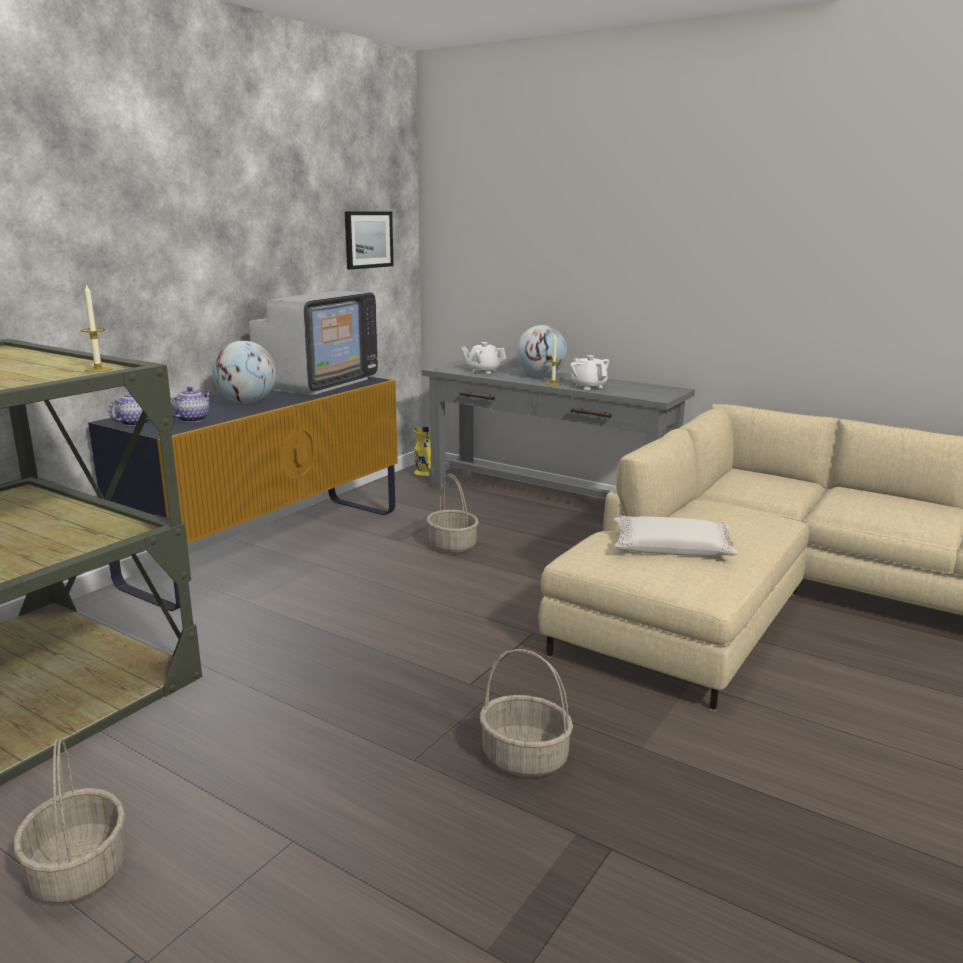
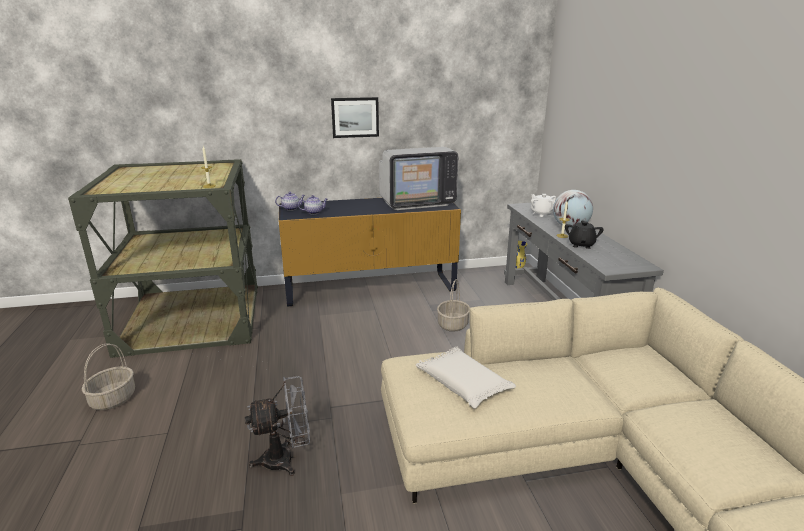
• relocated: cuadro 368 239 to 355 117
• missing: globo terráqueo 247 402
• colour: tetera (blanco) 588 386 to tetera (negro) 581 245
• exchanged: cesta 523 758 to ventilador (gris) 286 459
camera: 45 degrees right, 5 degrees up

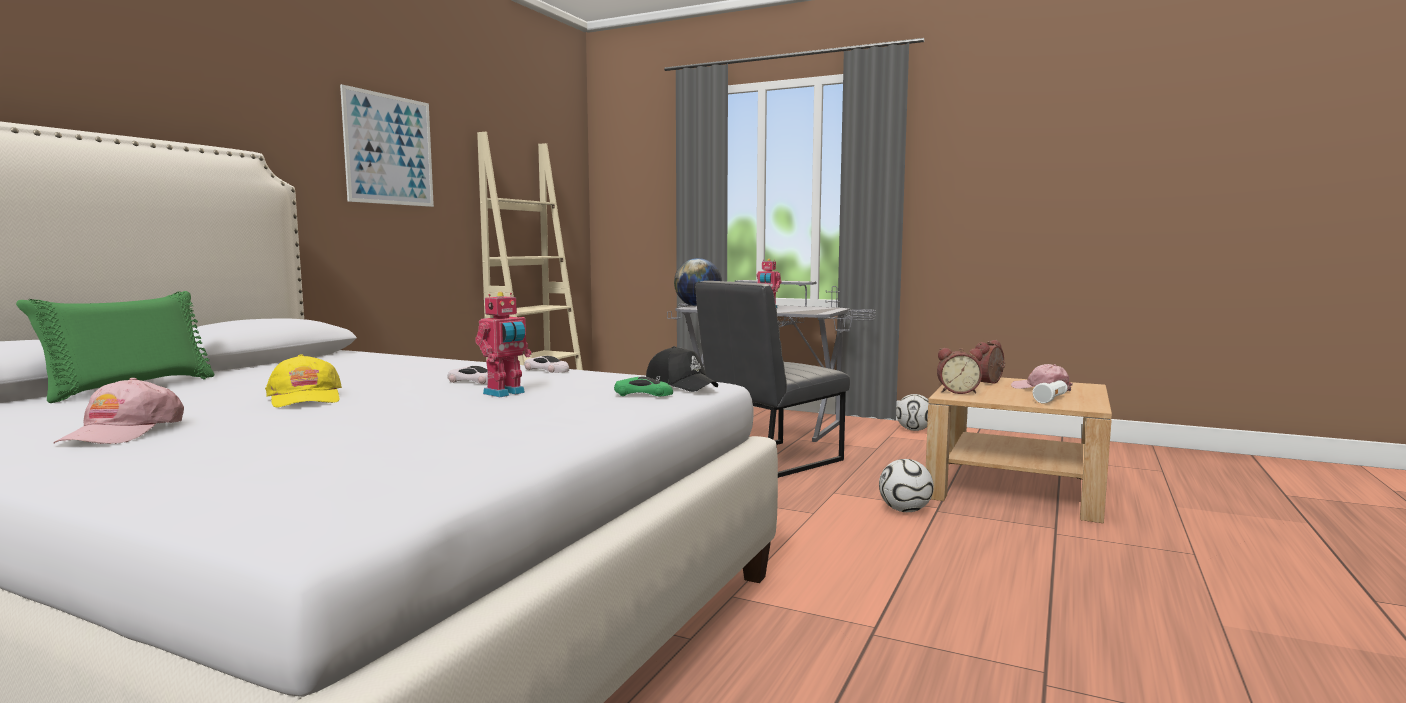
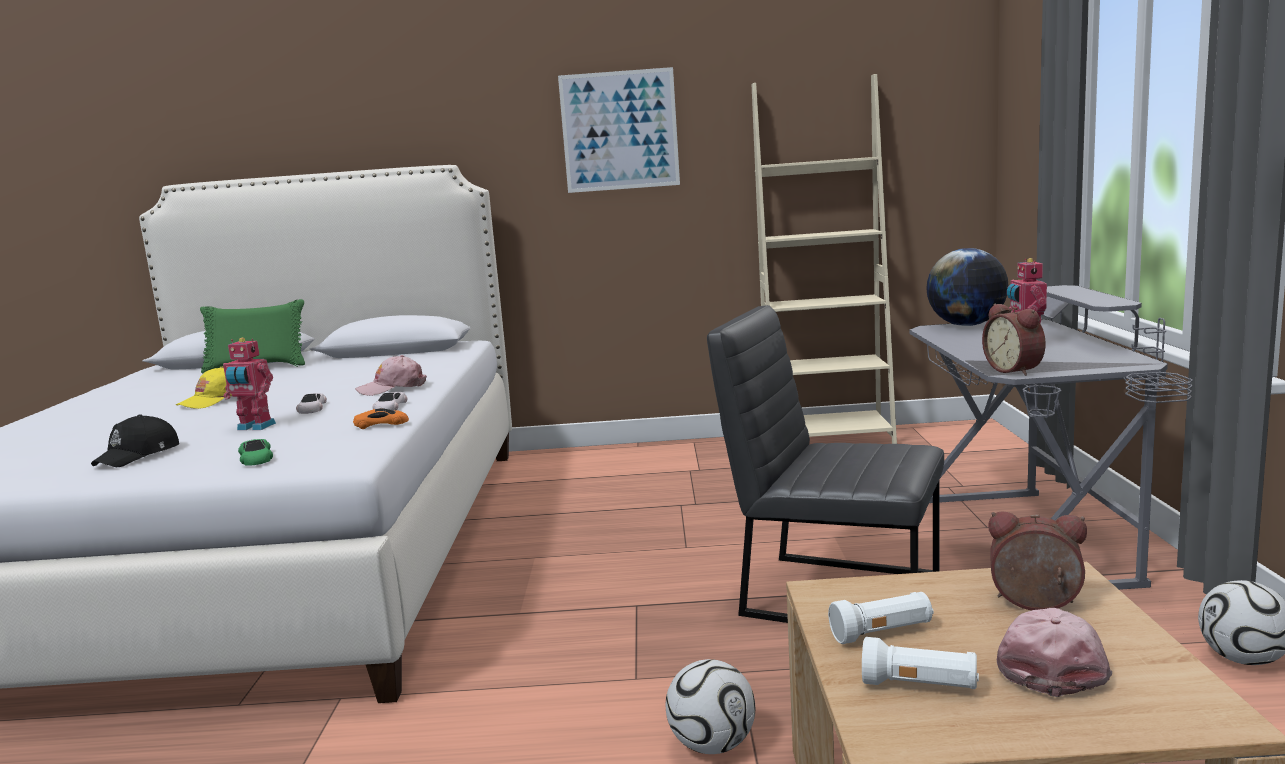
• relocated: gorra (negro) 681 385 to 139 455
• relocated: despertador 957 392 to 1015 370
• relocated: gorra (rosa) 122 432 to 392 388
• appeared: coche de juguete (naranja) 381 424
• appeared: linterna (blanco) 882 633
camera: 65 degrees right, 5 degrees up

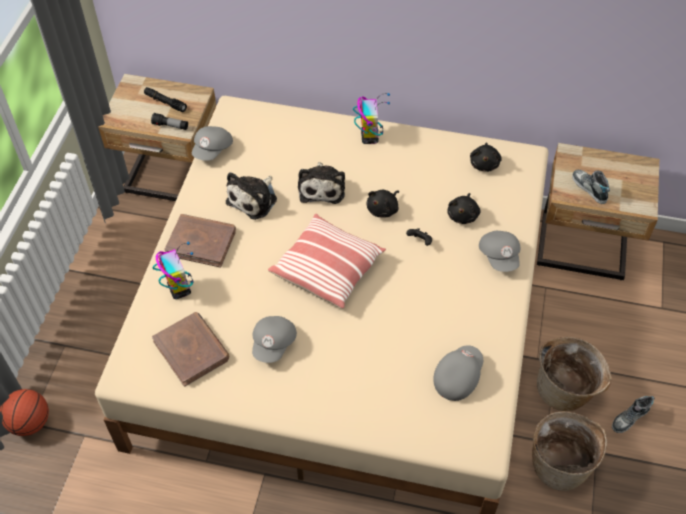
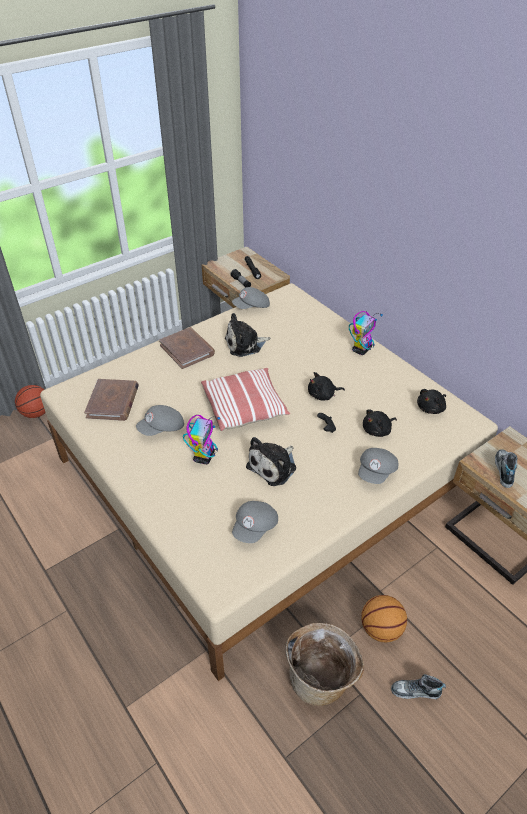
• relocated: peluche 322 187 to 274 466
• relocated: robot de juguete 179 289 to 204 456
• exchanged: cesta 566 389 to balón de baloncesto 381 629
• spun: gorra (gris) 457 377 = 255 528 135 degrees clockwise
camera: 40 degrees right, 10 degrees down

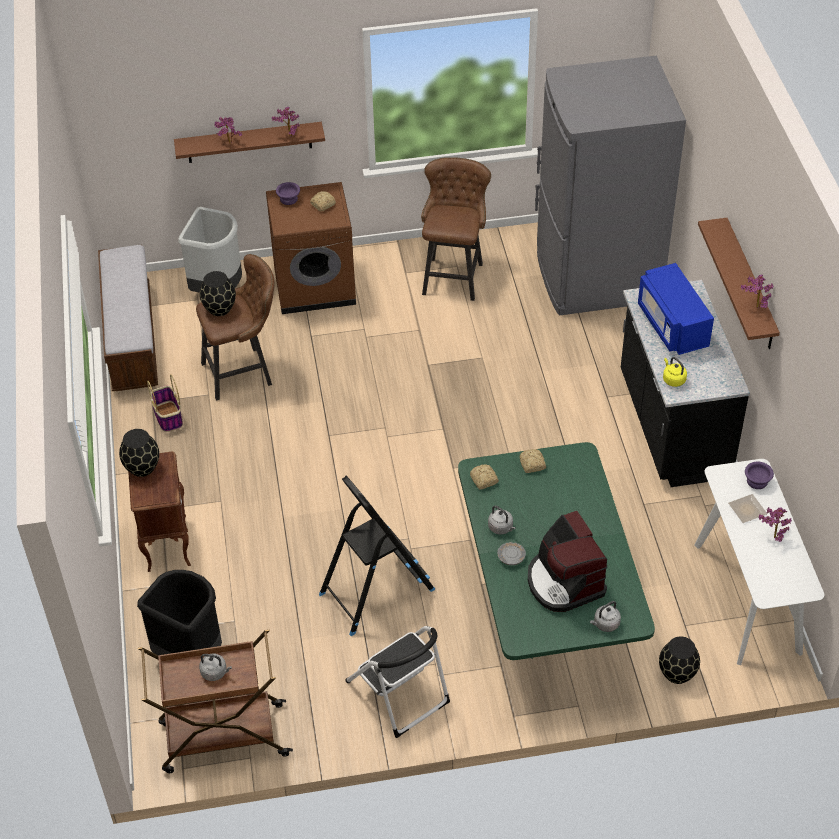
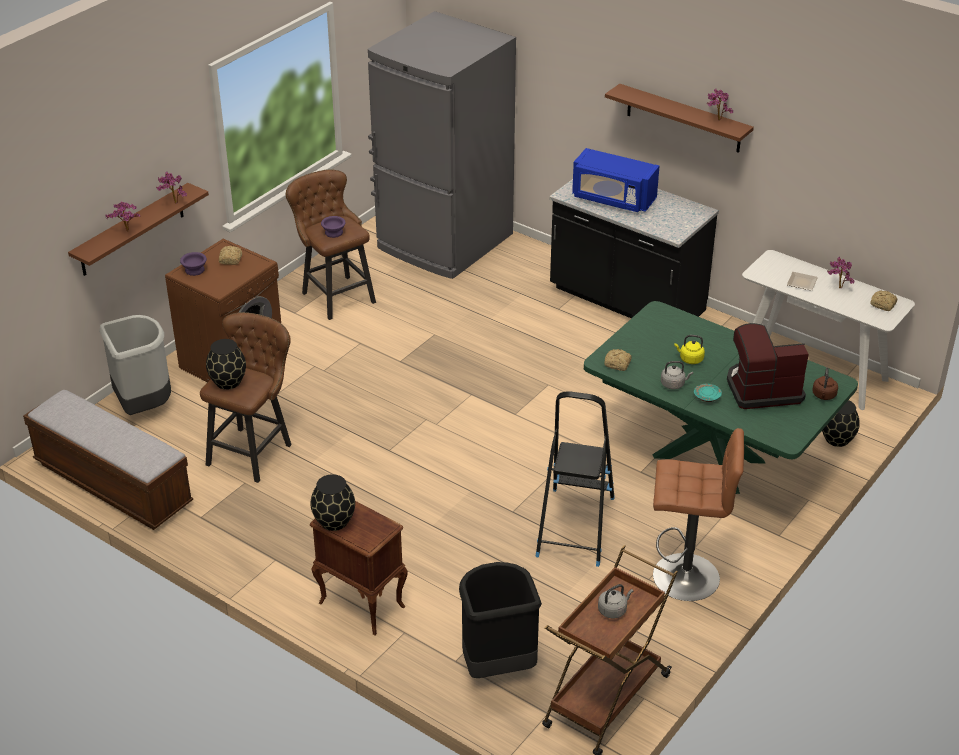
• relocated: hervidor (amarillo) 673 379 to 690 359
• missing: cesta 168 416
• relocated: pan 532 465 to 883 305
• relocated: cuenco (morado) 758 481 to 334 232
• spun: cafetera 564 582 = 762 389 150 degrees clockwise
• colour: plato (gris) 511 557 to plato (turquesa) 707 397
• colour: hervidor (gris) 605 624 to hervidor (marrón) 824 396
• exchanged: escalera de tijera 399 694 to taburete (marrón) 687 577
camera: 45 degrees left, 10 degrees down

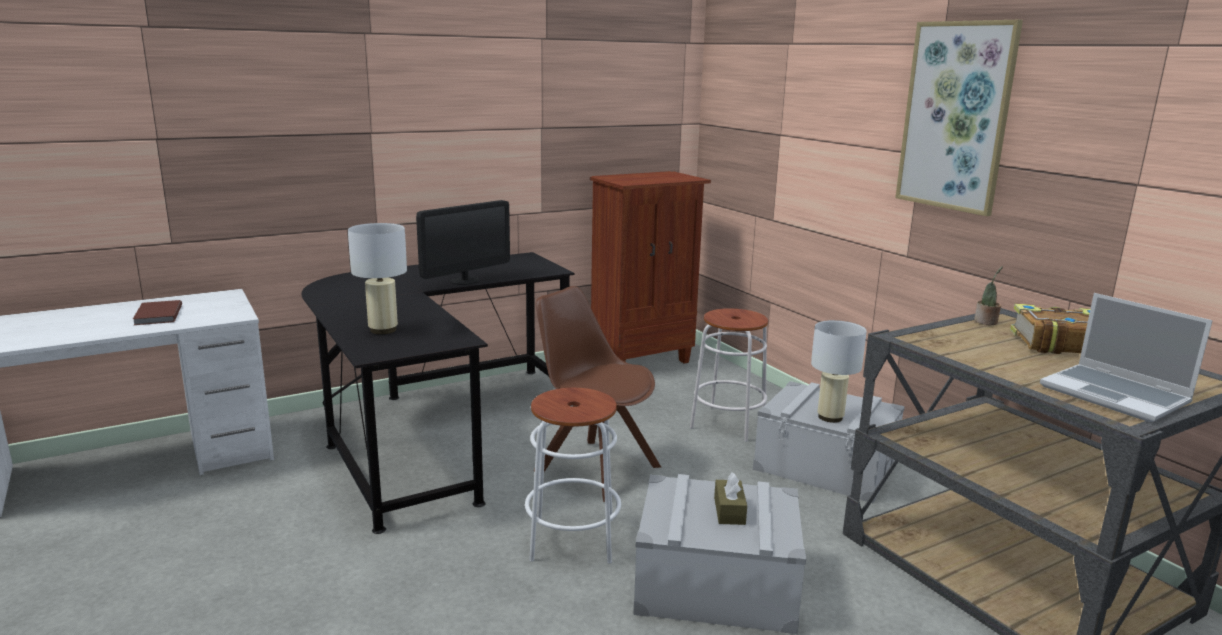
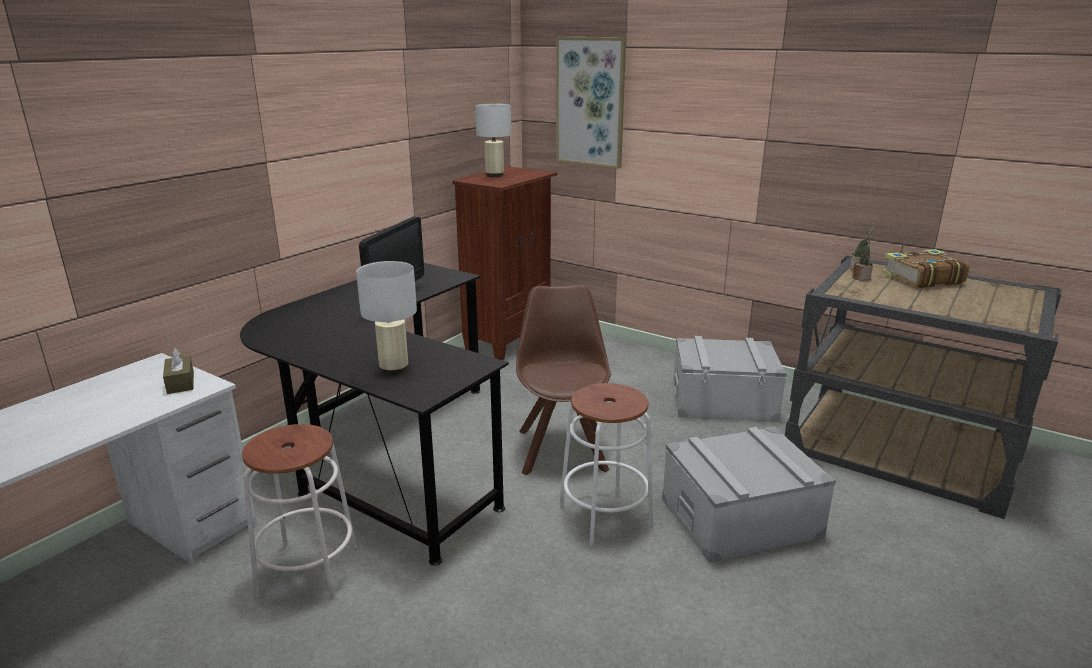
• relocated: cuadro 956 116 to 590 102
• spun: silla (marrón) 595 468 = 562 448 75 degrees clockwise
• missing: portátil 1116 395
• missing: libro (marrón) 157 315
• relocated: taburete (blanco) 728 423 to 308 570
• relocated: lámpara de mesa (blanco) 829 417 to 494 175
• relocated: caja de pañuelos (marrón) 729 511 to 180 382
• appeared: planta en maceta 861 277
camera: 25 degrees left, 5 degrees up

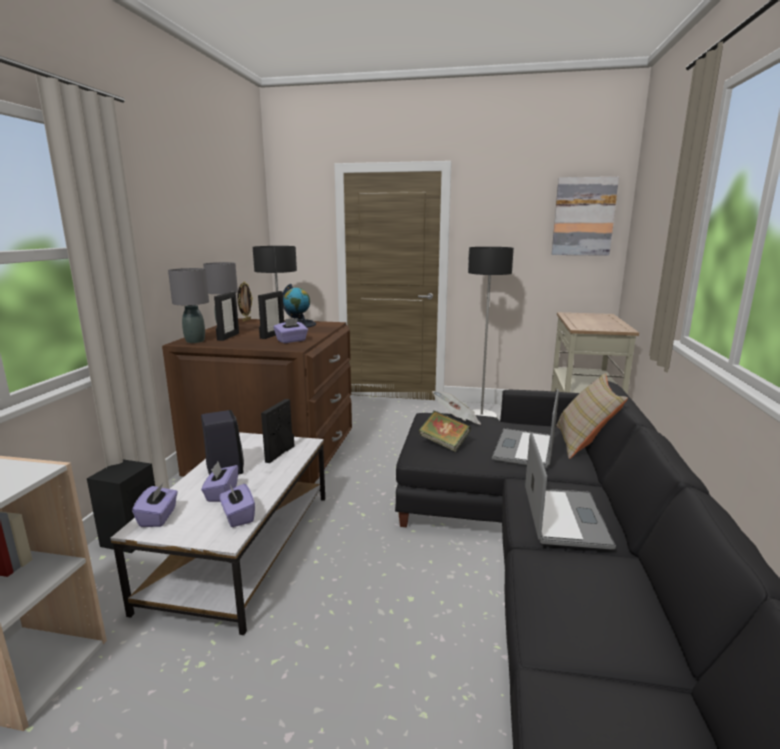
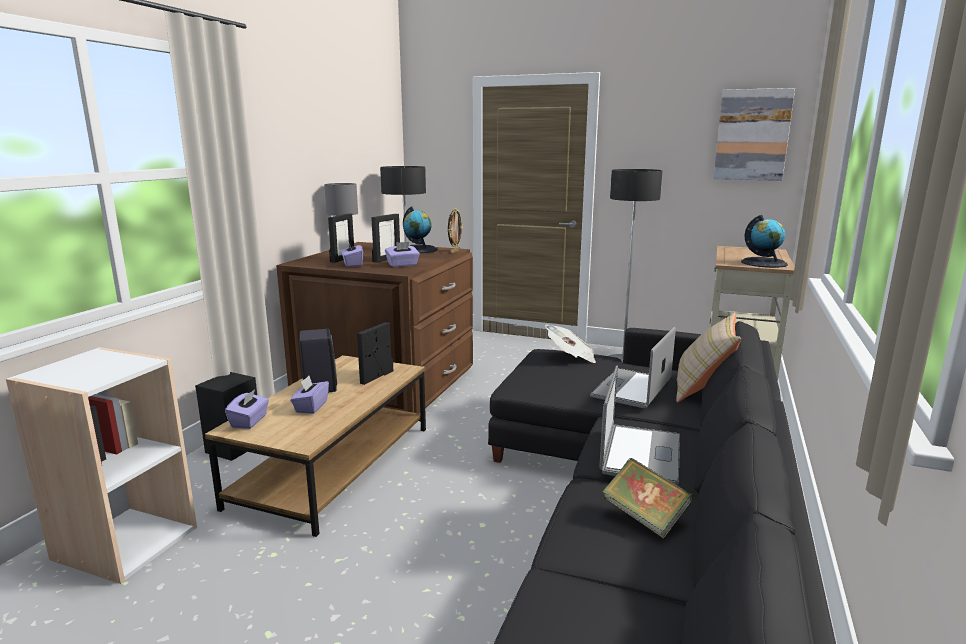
• missing: lámpara de mesa (gris) 195 341
• relocated: portarretratos 246 320 to 455 251
• relocated: libro 444 443 to 644 517
• colour: mesa de centro (blanco) 244 547 to mesa de centro (marrón) 335 465
• relocated: caja de pañuelos (morado) 238 516 to 352 264
• appeared: globo terráqueo 764 263
camera: 10 degrees right, 0 degrees up

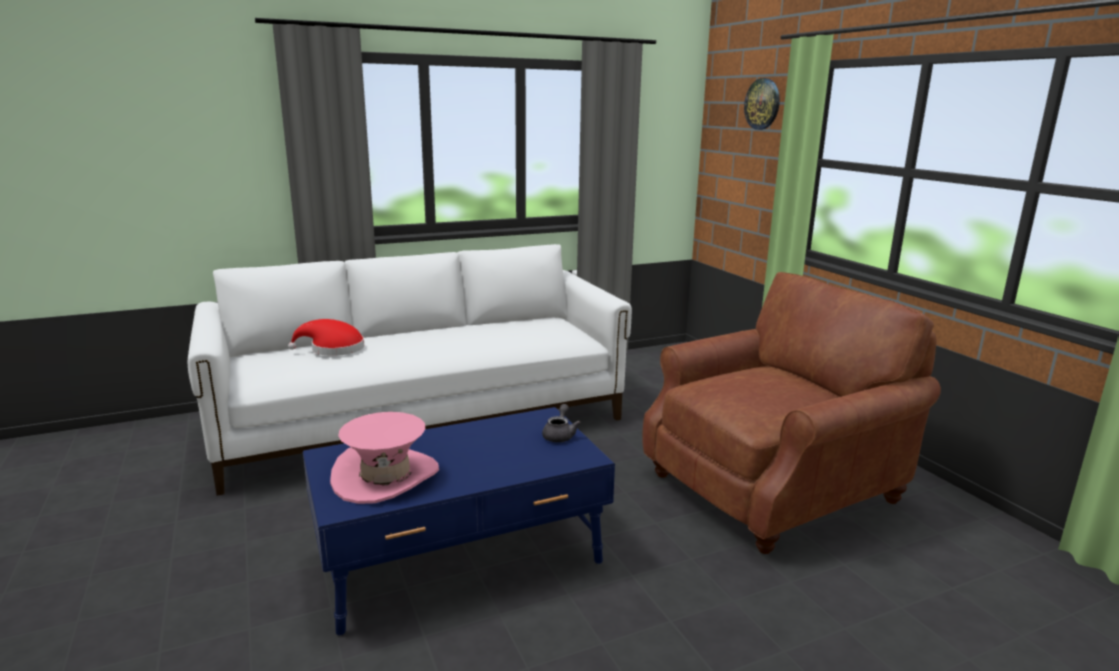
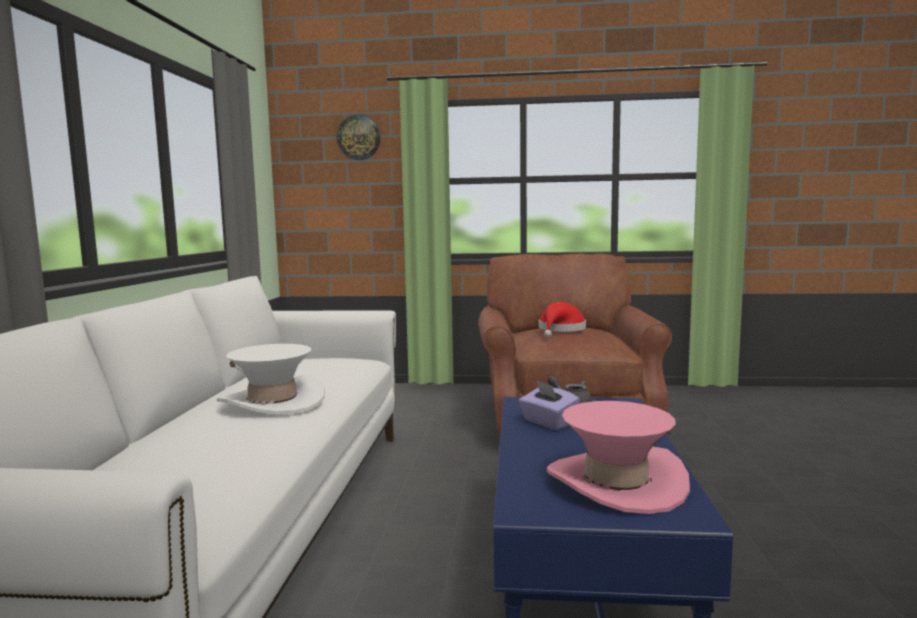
• relocated: sombrero (rojo) 333 349 to 560 330
• appeared: sombrero (blanco) 272 401
• appeared: caja de pañuelos (morado) 548 423
camera: 60 degrees left, 10 degrees down

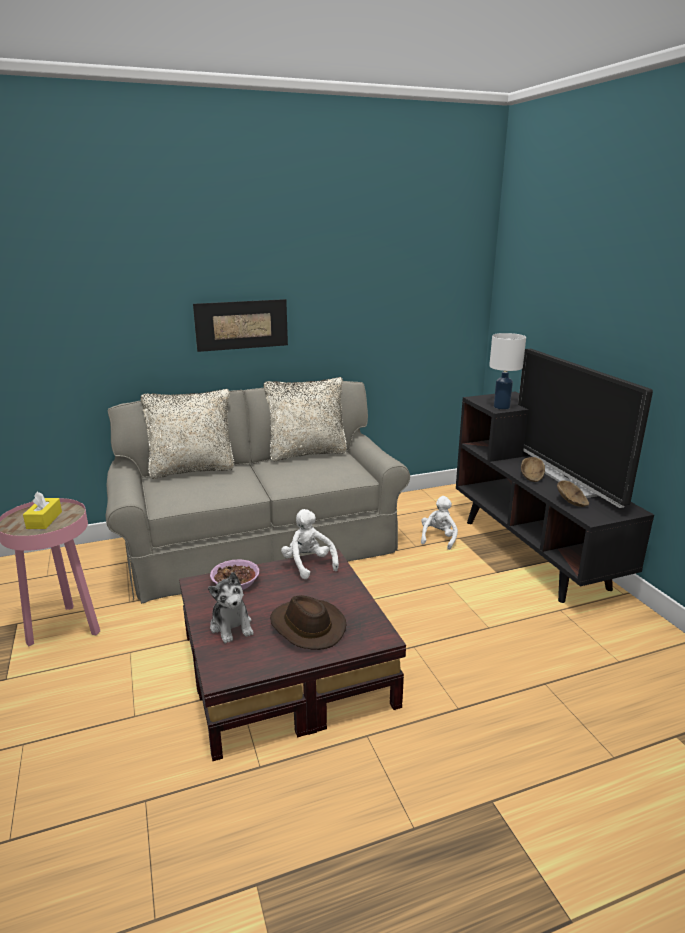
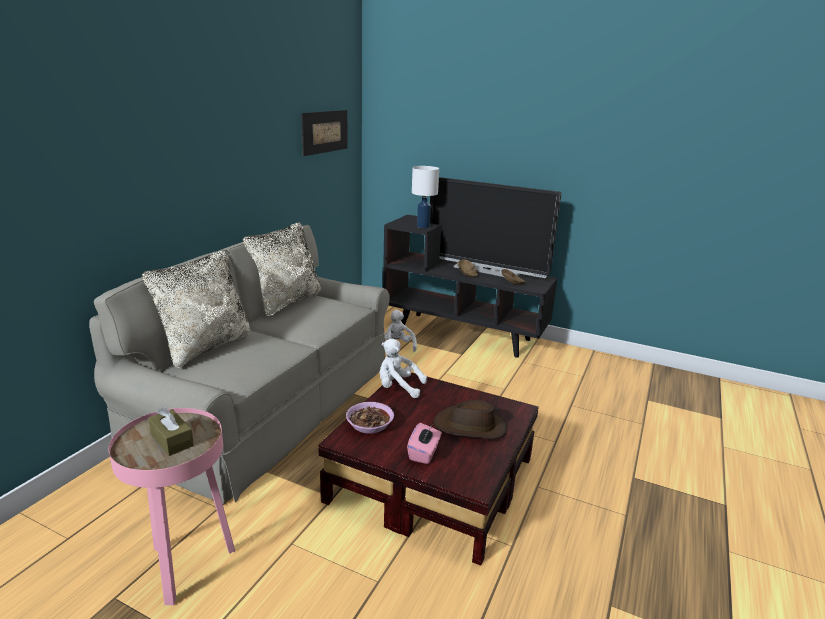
• relocated: cuadro 241 325 to 325 132
• colour: caja de pañuelos (amarillo) 44 520 to caja de pañuelos (marrón) 172 440
• exchanged: peluche 232 626 to caja de pañuelos (rosa) 424 453
camera: 45 degrees left, 0 degrees up

